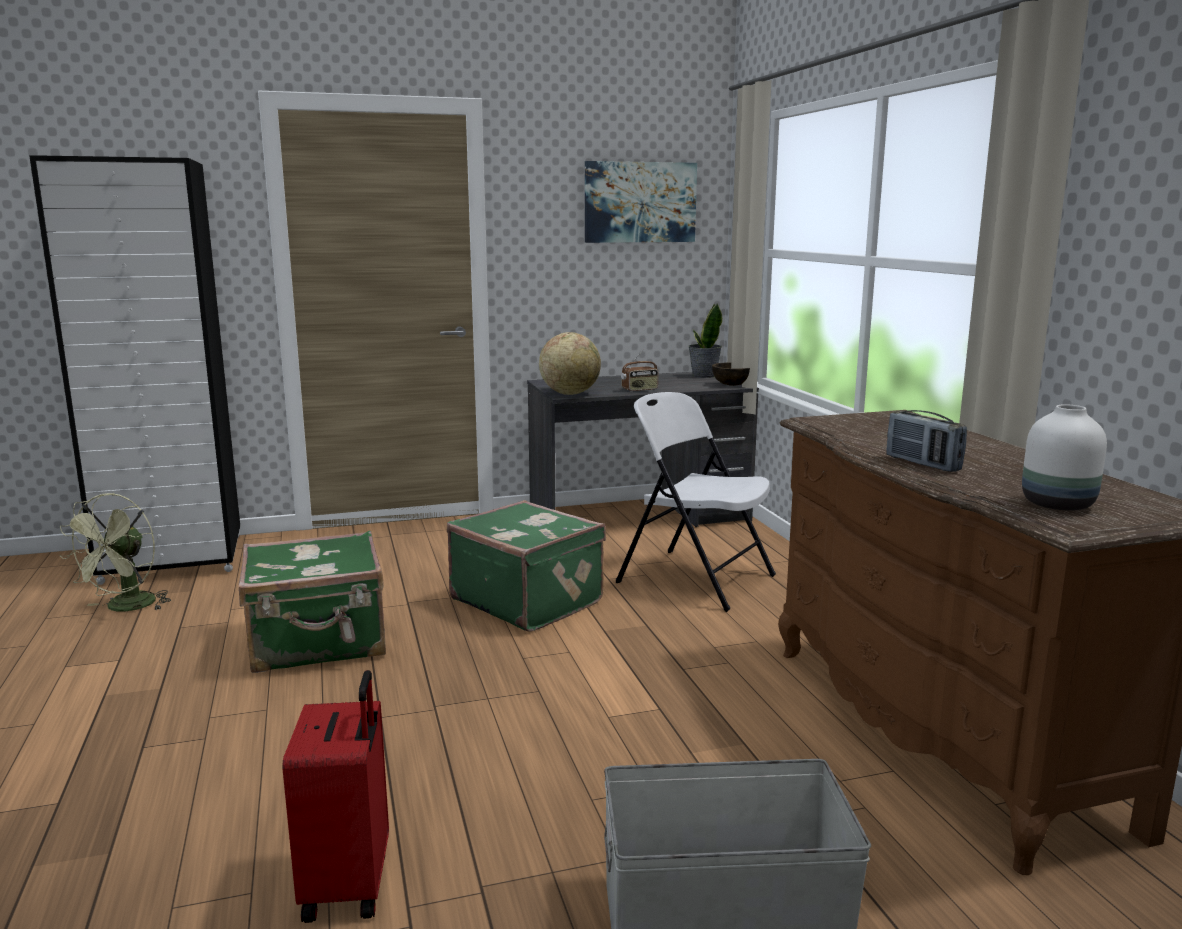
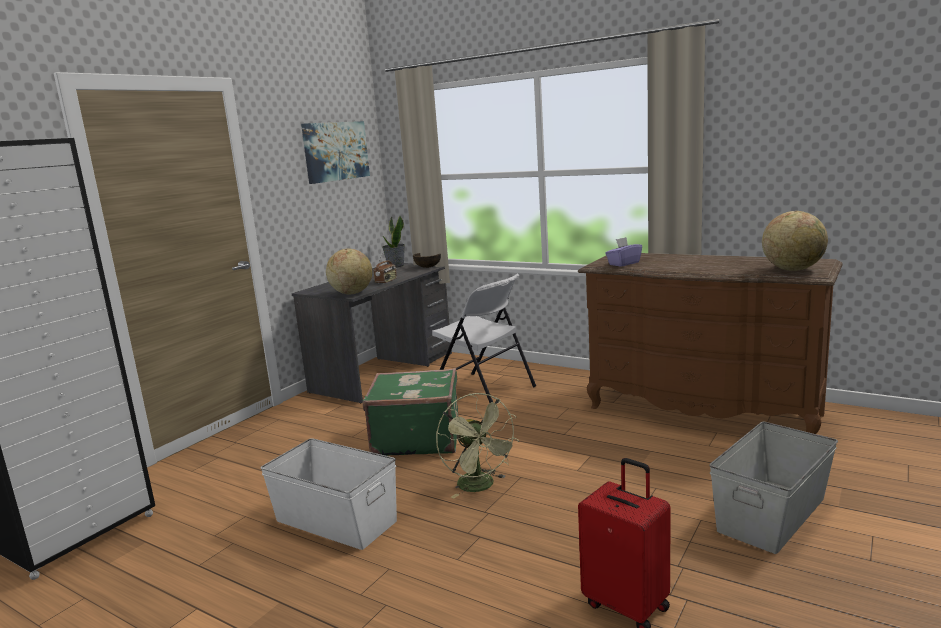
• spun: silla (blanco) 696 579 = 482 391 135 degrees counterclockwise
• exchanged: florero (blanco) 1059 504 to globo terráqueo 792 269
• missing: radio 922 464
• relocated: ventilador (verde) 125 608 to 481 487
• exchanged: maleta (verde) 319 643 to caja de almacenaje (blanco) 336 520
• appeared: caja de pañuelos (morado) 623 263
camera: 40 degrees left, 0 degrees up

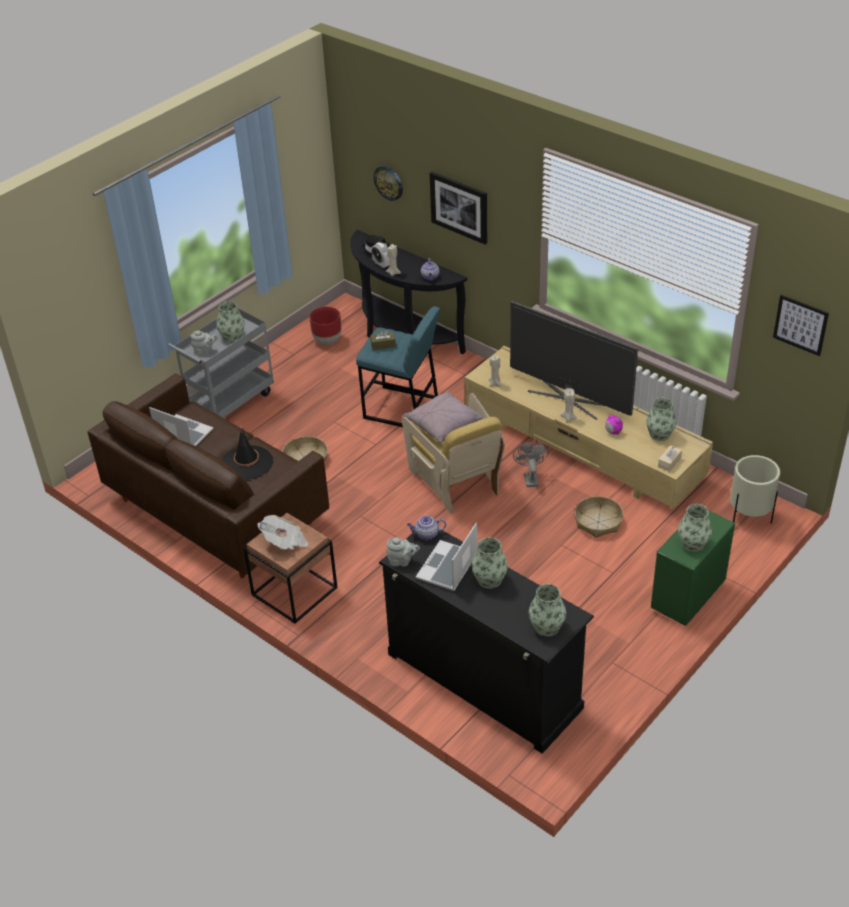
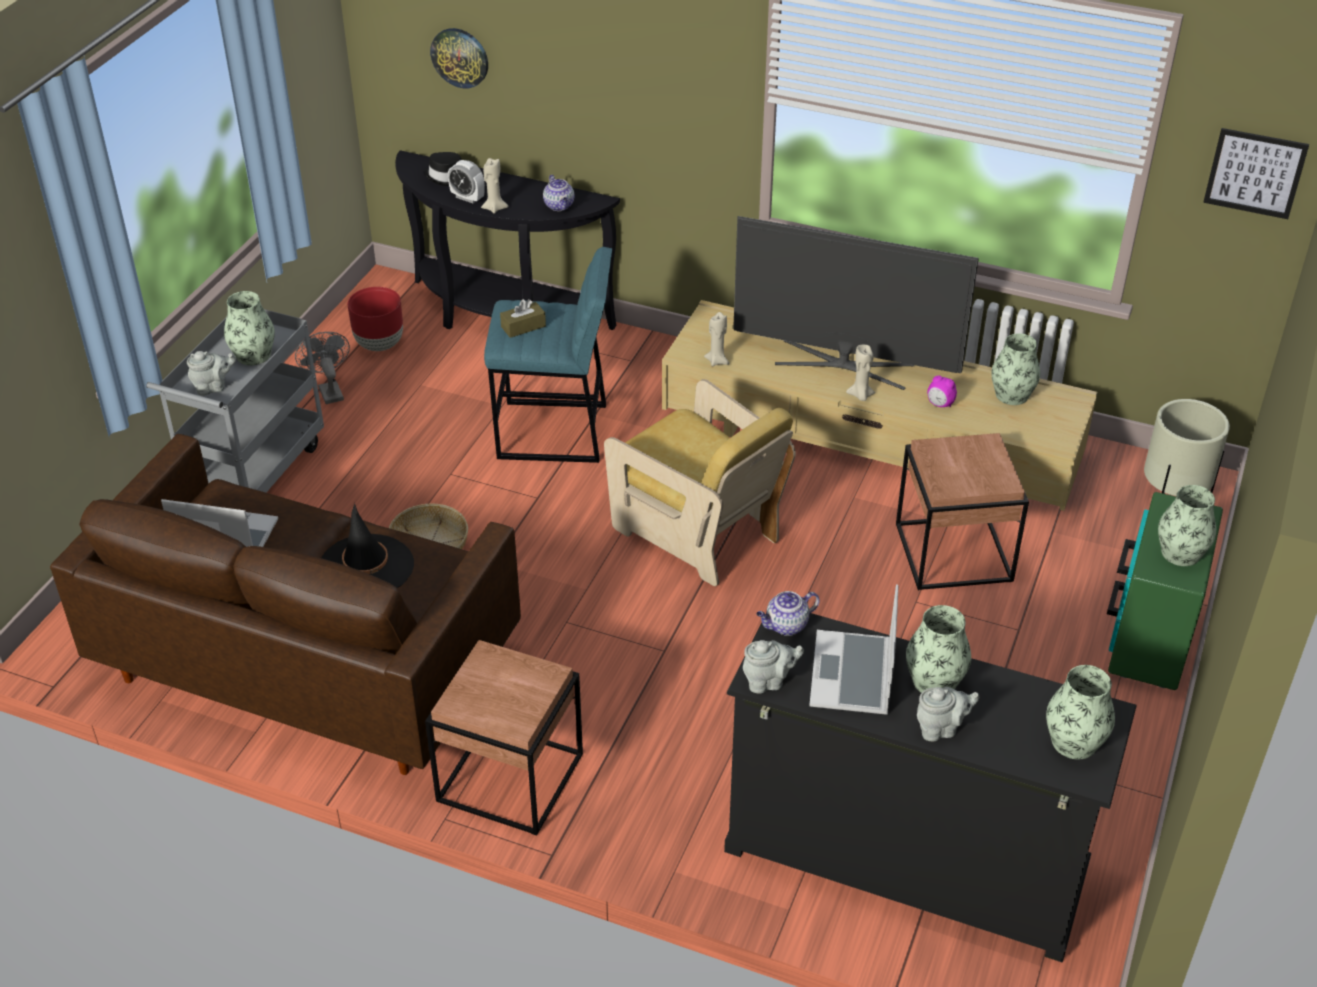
• missing: cuadro 459 207
• missing: cojín (morado) 443 424
• relocated: ventilador (gris) 530 478 to 329 390
• missing: caja de pañuelos (beis) 669 462
• exchanged: cesta 598 522 to mesa auxiliar (marrón) 954 553
• missing: periódico 285 542
• appeared: tetera (gris) 941 729
camera: 20 degrees left, 0 degrees up

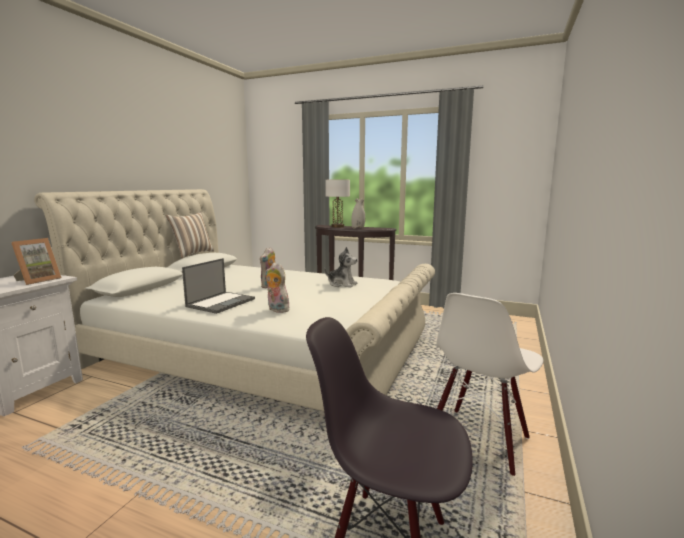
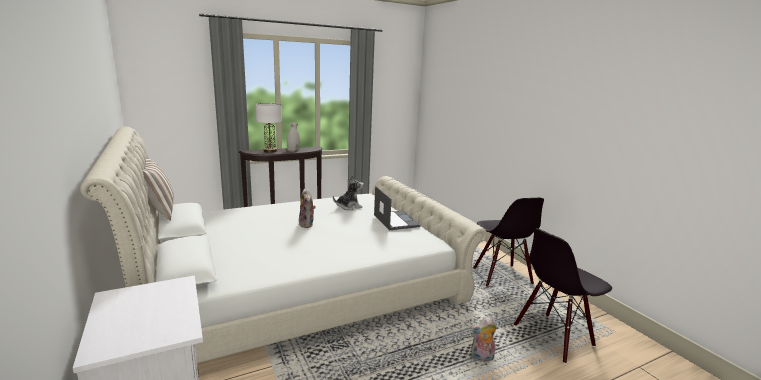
• missing: portarretratos 38 280
• relocated: portátil 221 302 to 395 220
• relocated: peluche 276 310 to 481 358
• colour: silla (blanco) 479 439 to silla (negro) 501 276
camera: 50 degrees left, 5 degrees up

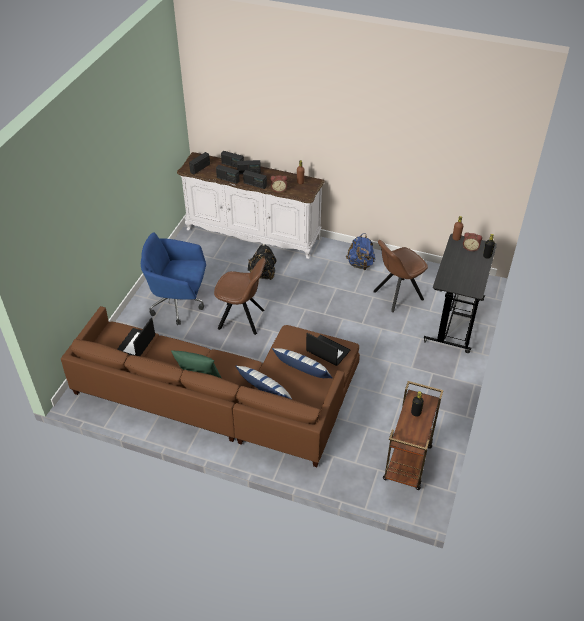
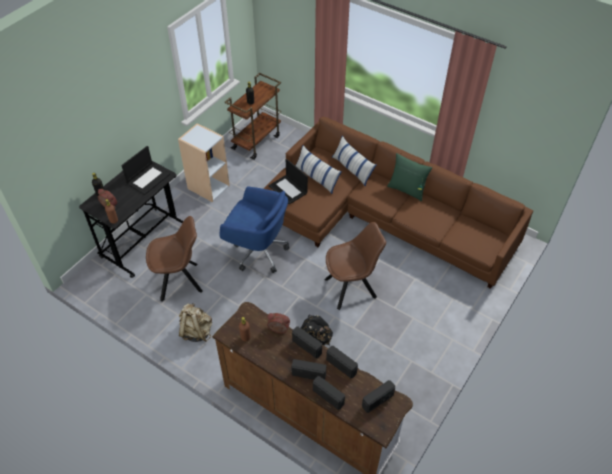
• relocated: silla de oficina (azul) 179 306 to 257 252
• colour: mochila (azul) 360 264 to mochila (beis) 196 331
• spun: silla (marrón) 241 319 = 351 288 135 degrees clockwise
• relocated: portátil 135 344 to 148 178
• appeared: estantería 208 187
camera: 165 degrees left, 5 degrees up

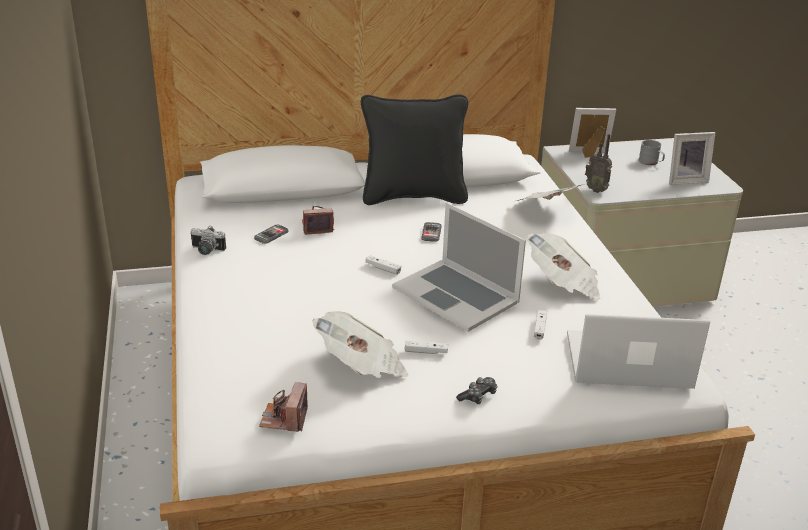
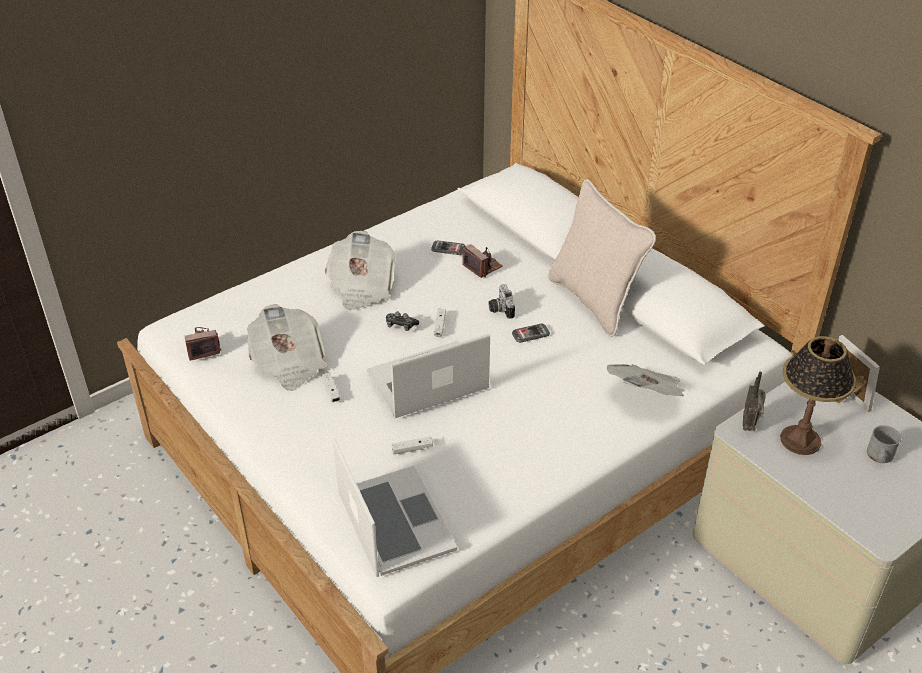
• colour: cojín (negro) 413 196 to cojín (beis) 594 301
• missing: portarretratos 685 180
• spun: portátil 456 294 = 428 381 45 degrees clockwise
• relocated: cámara 206 251 to 500 309
• relocated: periódico 563 284 to 361 287
• relocated: mando de consola 478 396 to 400 325
• appeared: lámpara de mesa 800 440
camera: 65 degrees right, 10 degrees up

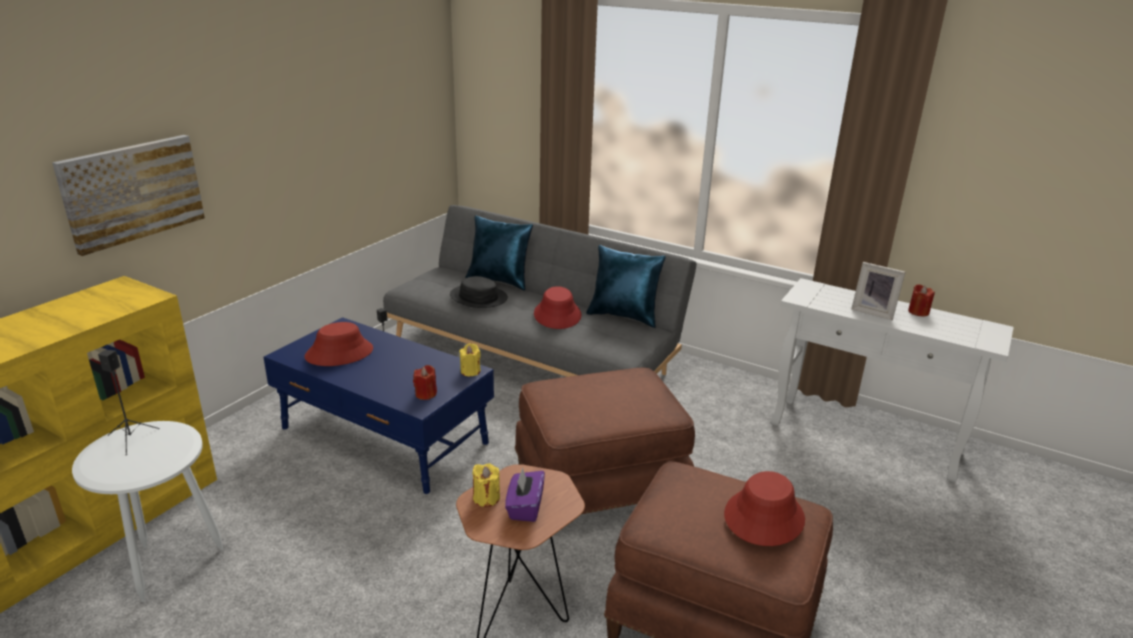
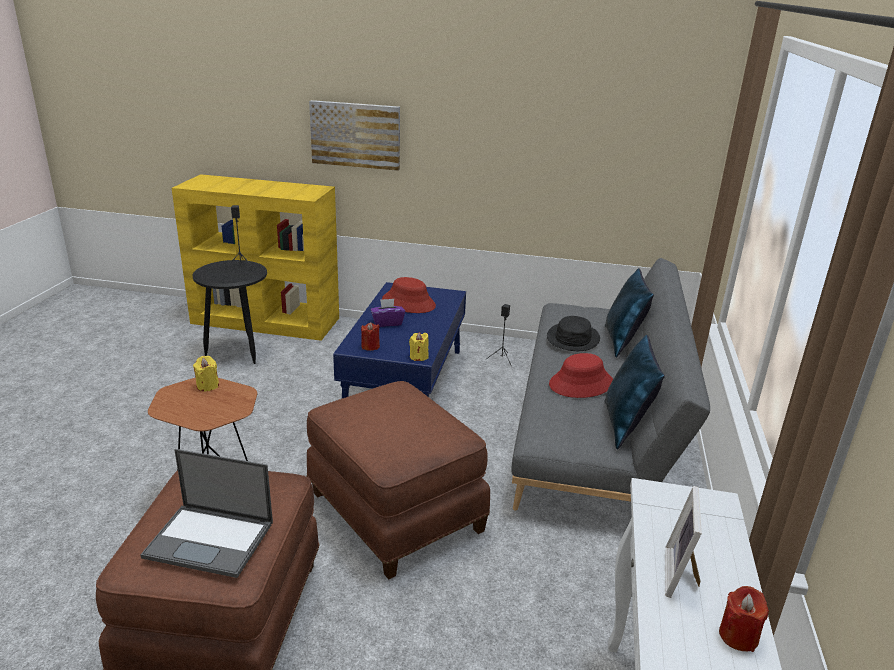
• colour: mesa auxiliar (blanco) 168 563 to mesa auxiliar (negro) 238 352
• relocated: caja de pañuelos (morado) 525 507 to 387 323
• exchanged: sombrero (rojo) 763 517 to portátil 211 539
camera: 70 degrees right, 0 degrees up

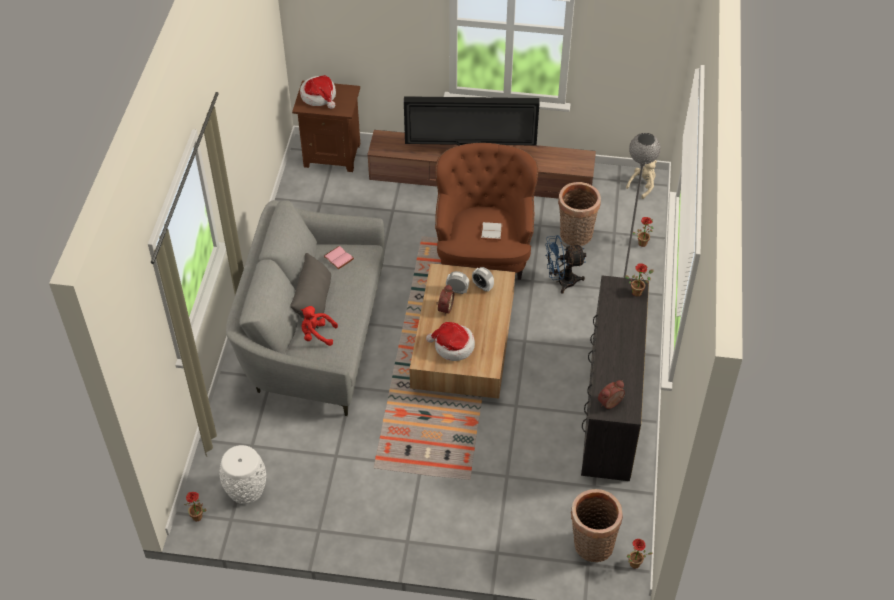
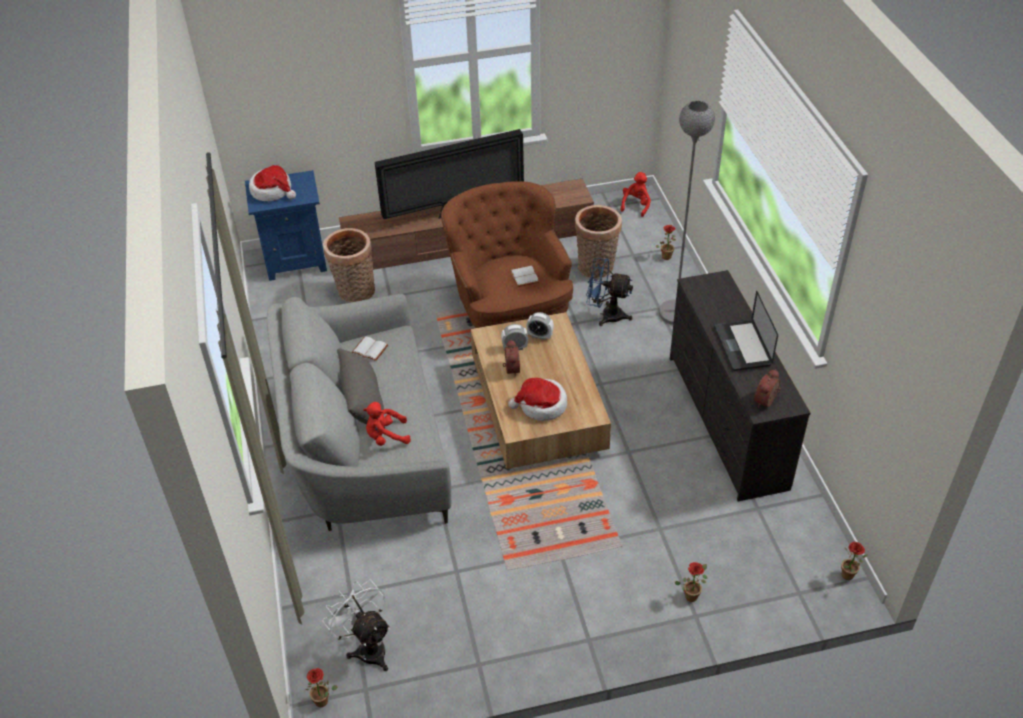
• colour: mesita de noche (marrón) 332 156 to mesita de noche (azul) 297 262
• colour: peluche (beis) 643 186 to peluche (rojo) 636 205
• spun: ventilador (azul) 561 281 = 606 315 45 degrees clockwise
• colour: libro (rosa) 339 258 to libro (blanco) 371 349
• relocated: planta en maceta 638 291 to 692 594
• exchanged: taburete (blanco) 246 490 to ventilador (blanco) 367 647
• relocated: cesta 591 546 to 354 292
• appeared: portátil 742 346
camera: 20 degrees left, 5 degrees down

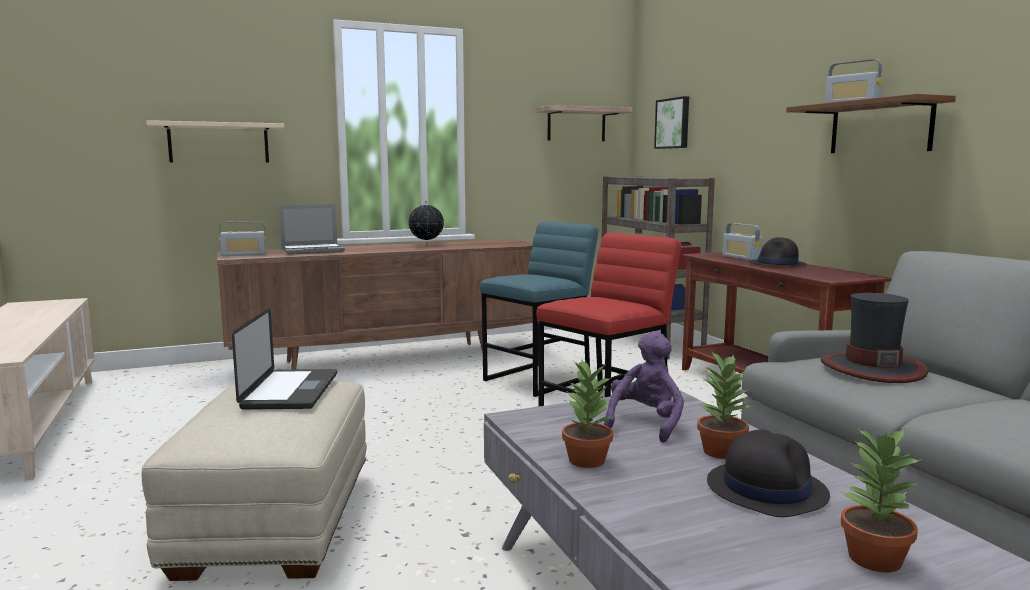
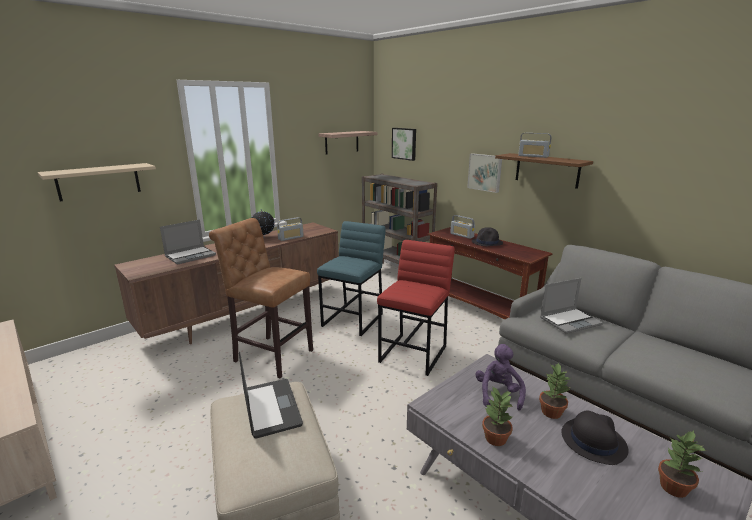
• relocated: radio 244 254 to 291 238
• exchanged: sombrero 872 368 to portátil 570 321
• appeared: cuadro 485 172
• appeared: taburete (marrón) 270 355
camera: 20 degrees left, 10 degrees up

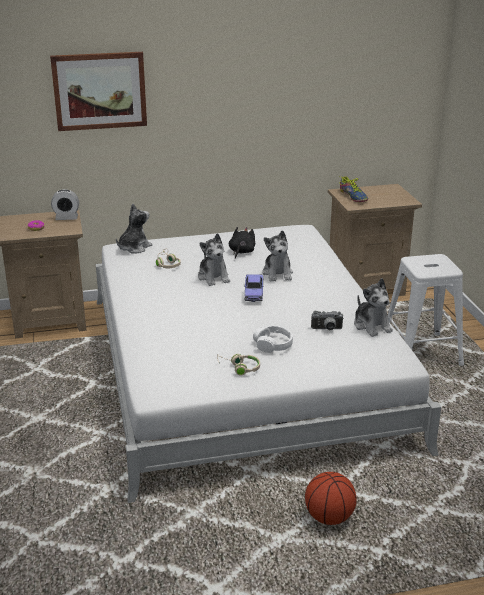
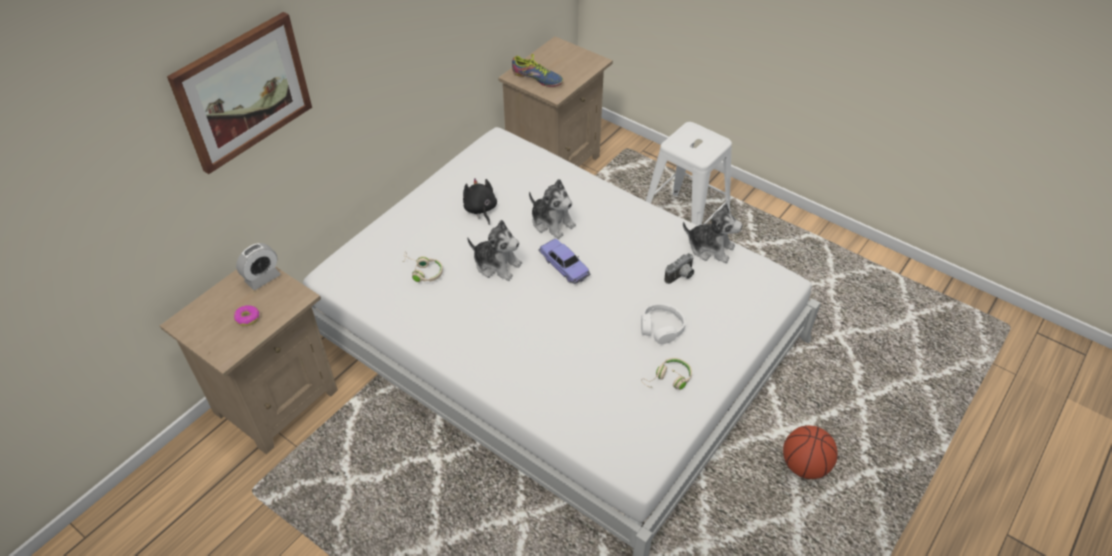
• missing: peluche 134 248
camera: 40 degrees left, 20 degrees up

